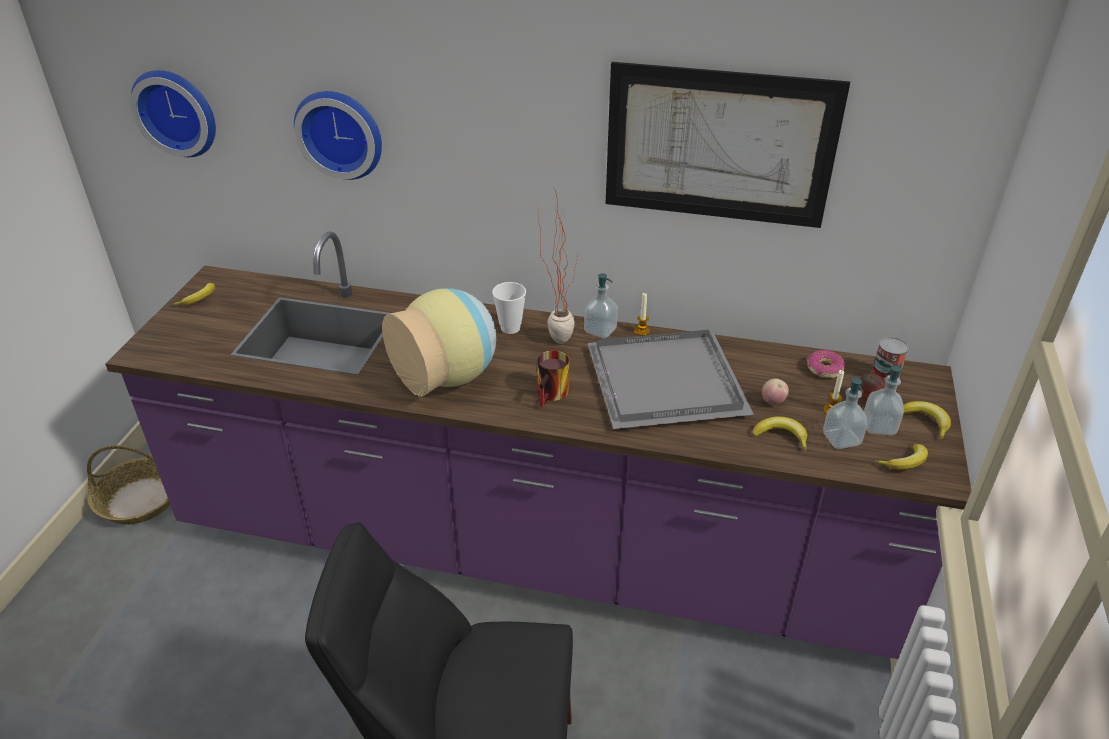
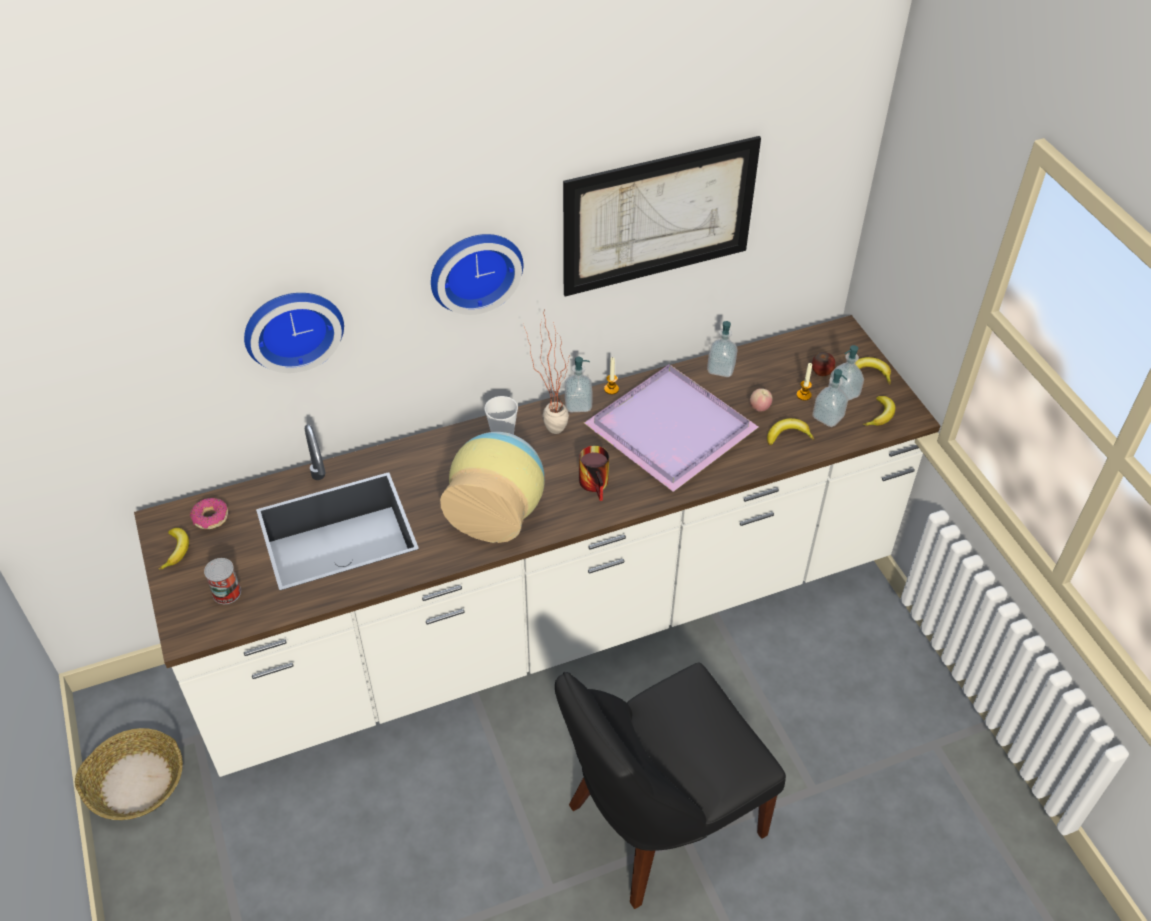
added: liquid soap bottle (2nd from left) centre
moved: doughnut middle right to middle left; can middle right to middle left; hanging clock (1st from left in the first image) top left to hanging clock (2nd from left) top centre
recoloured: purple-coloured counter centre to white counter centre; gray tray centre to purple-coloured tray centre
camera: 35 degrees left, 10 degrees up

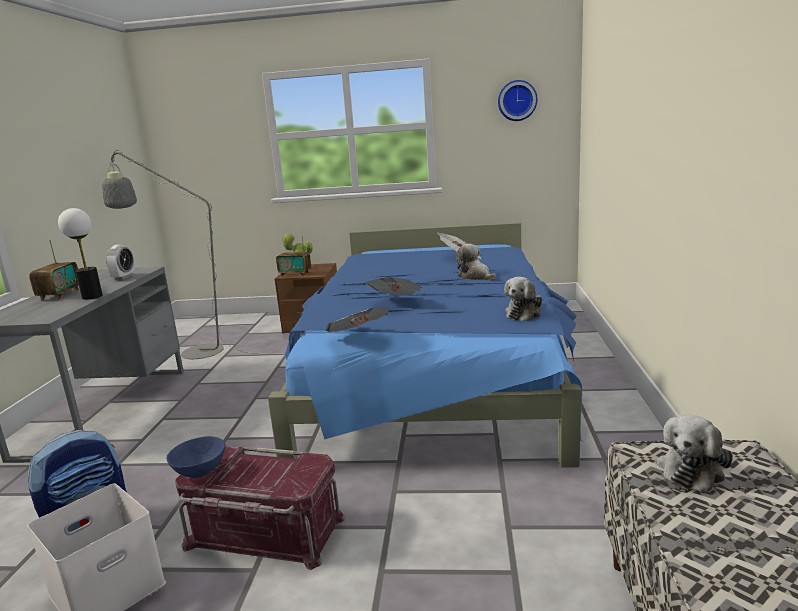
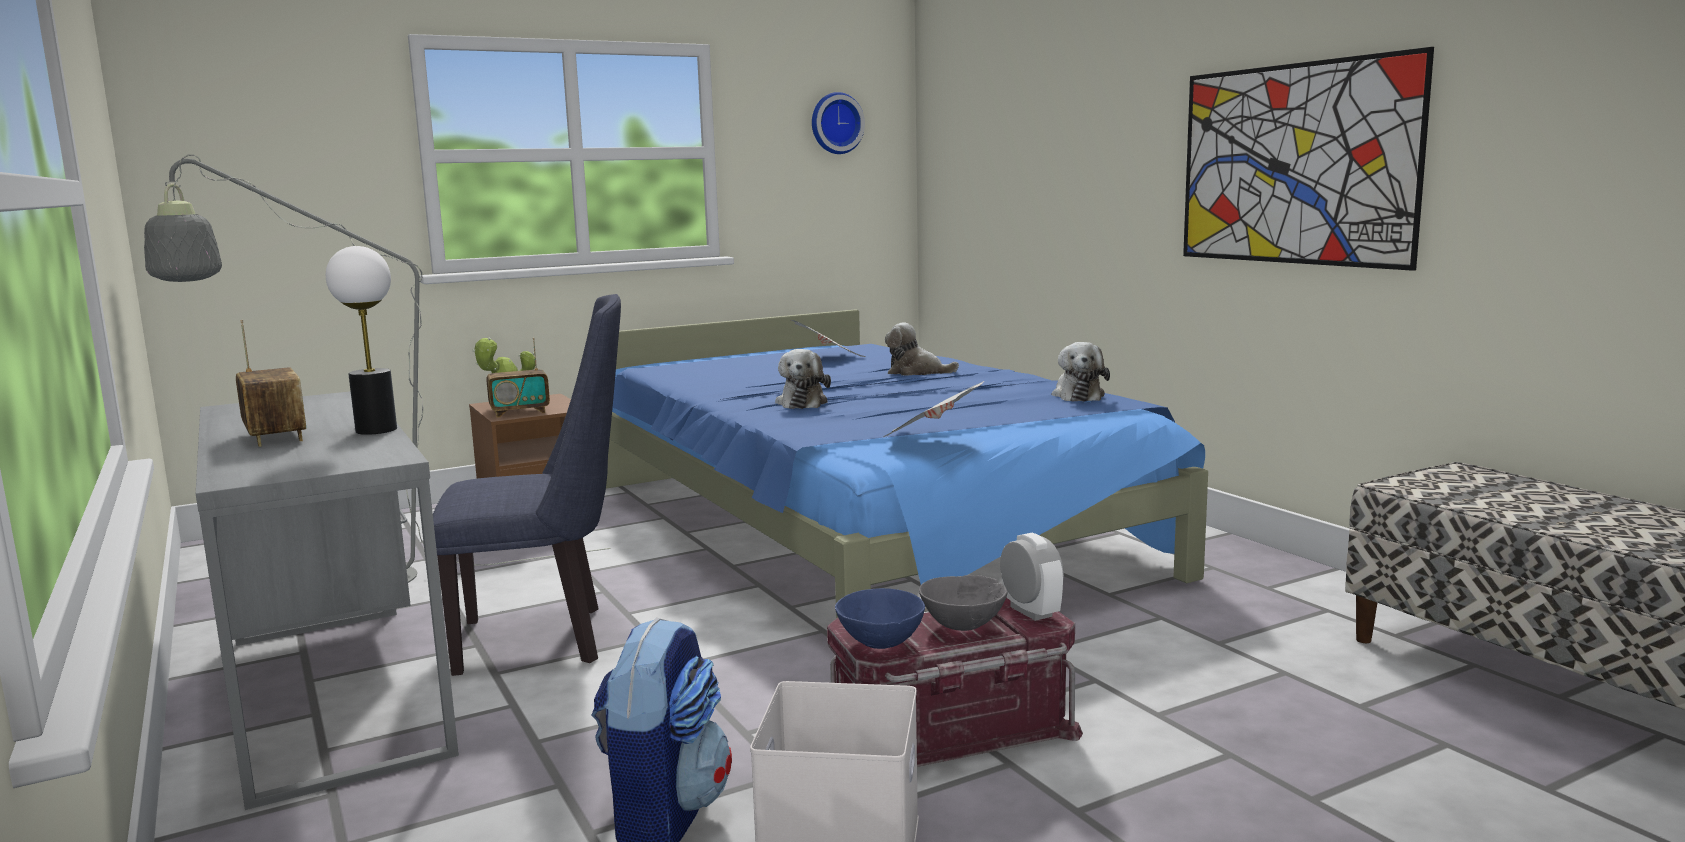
removed: newspaper (2nd from left) centre
added: blue-coloured upright chair middle left; gray deep dish bottom centre; wall art top right
moved: plush toy (3rd from left in the first image) bottom right to plush toy (1st from left) centre; alarm clock middle left to bottom centre
camera: 35 degrees left, 5 degrees down

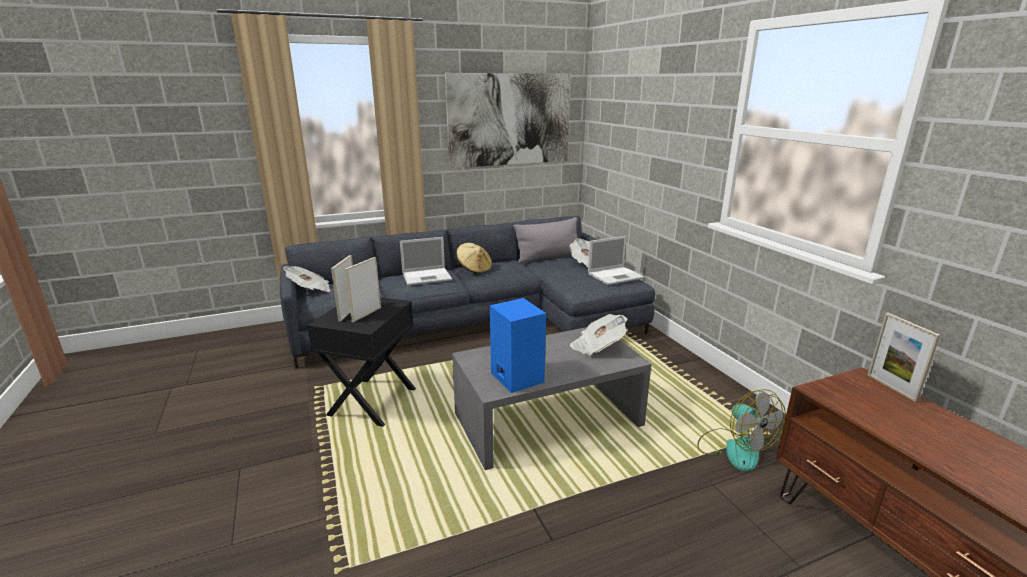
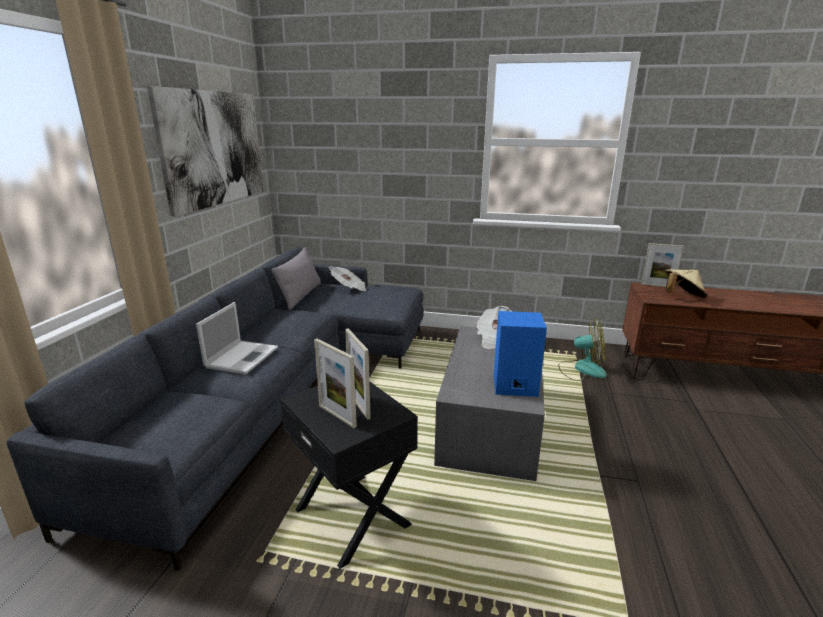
removed: newspaper (1st from left) middle left; laptop (2nd from left) centre
moved: beige wearable hat centre to middle right
camera: 55 degrees left, 0 degrees up

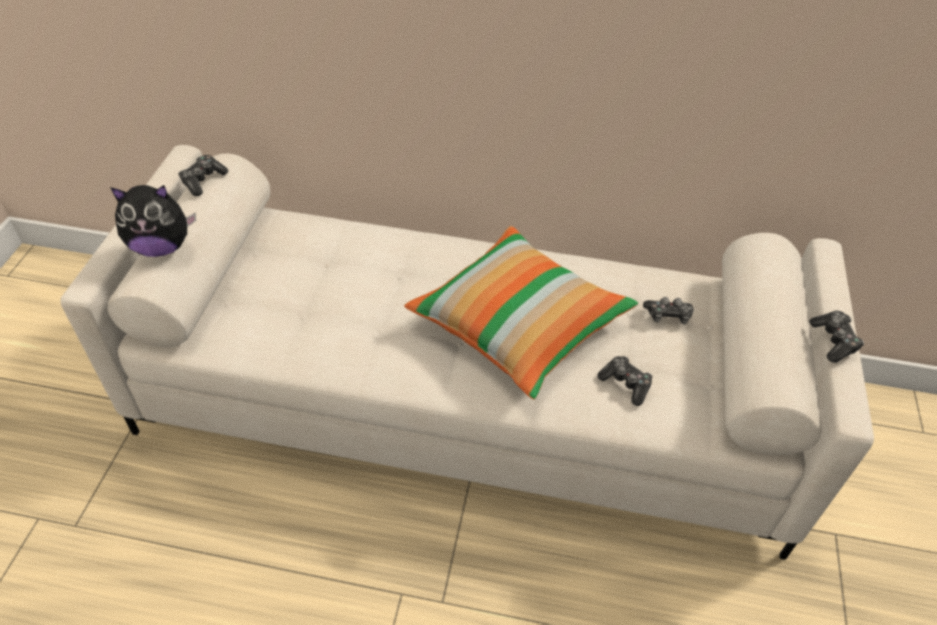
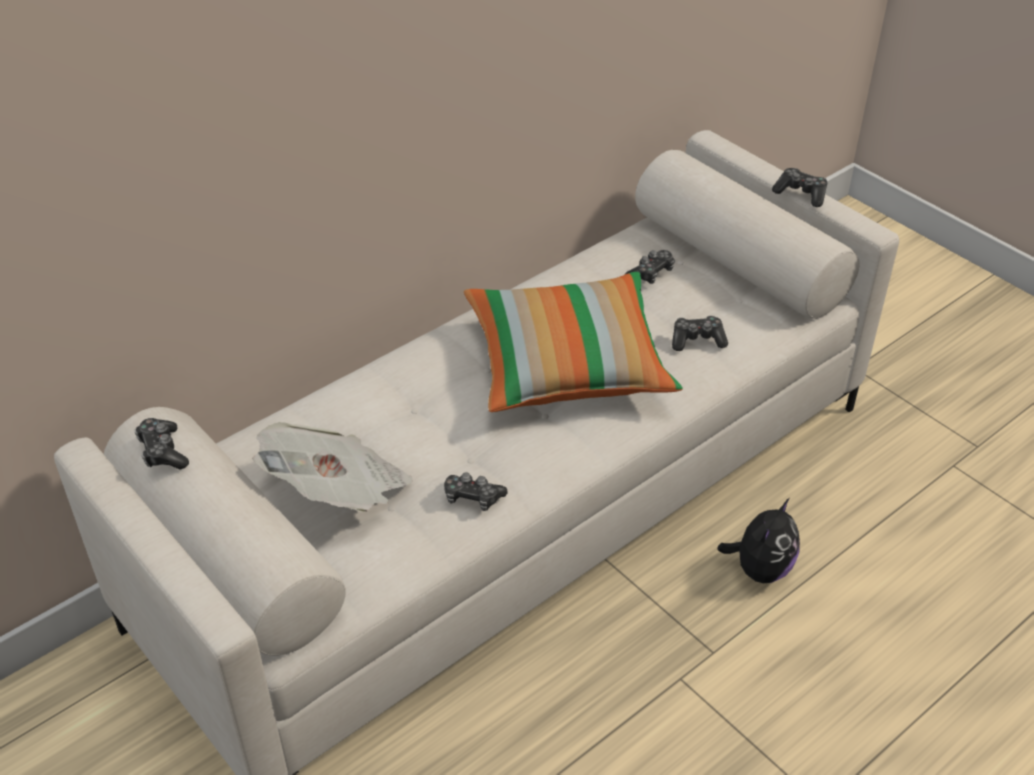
added: newspaper middle left; game controller (2nd from left) centre
moved: plush toy middle left to bottom right
camera: 50 degrees left, 5 degrees down

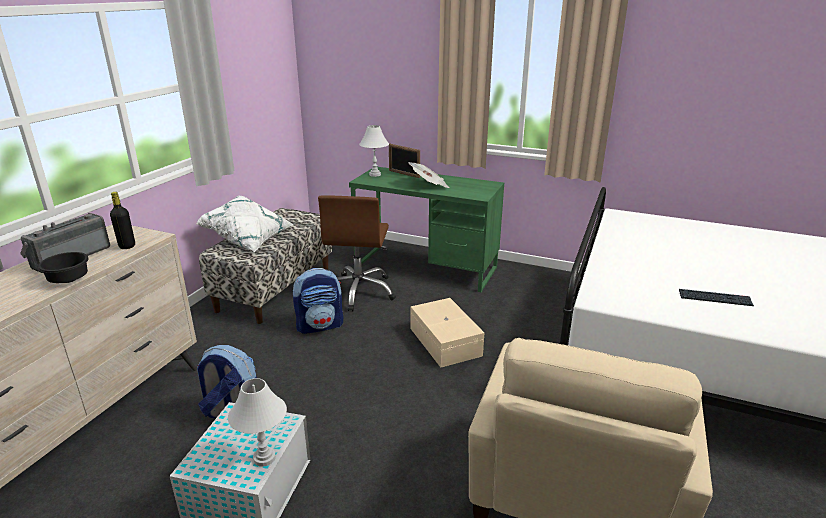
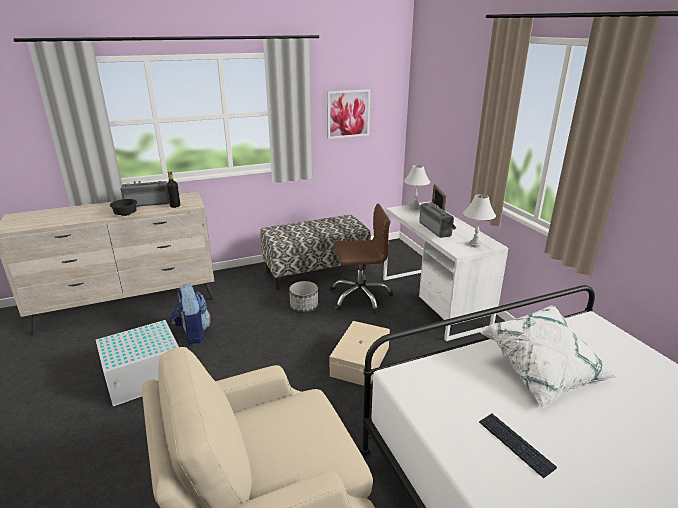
added: wall art top centre
moved: white table lamp (1st from left in the first image) bottom left to white table lamp (2nd from left) middle right; white cushion middle left to bottom right
replaced: knapsack (2nd from left) centre to planter centre; newspaper centre to radio set (2nd from left) centre
recoloured: green desk centre to white desk centre
turned: brown desk chair centre = centre 150 degrees counterclockwise
camera: 45 degrees right, 0 degrees up

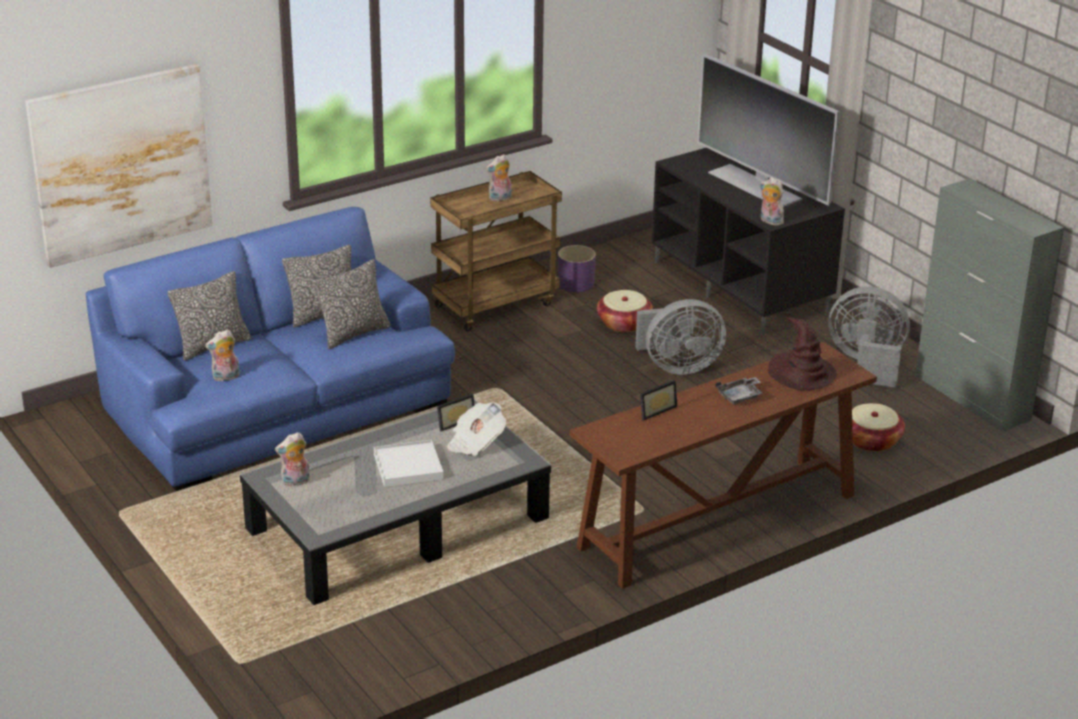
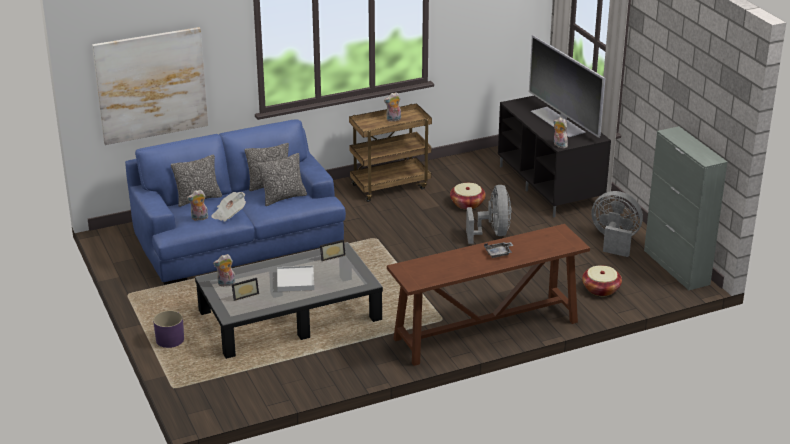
removed: brown wearable hat middle right
moved: purple-coloured planter centre to bottom left; newspaper centre to middle left; picture frame (2nd from left in the first image) centre to picture frame (1st from left) middle left
turned: gray fan (1st from left) centre = centre 90 degrees counterclockwise
camera: 10 degrees right, 0 degrees up

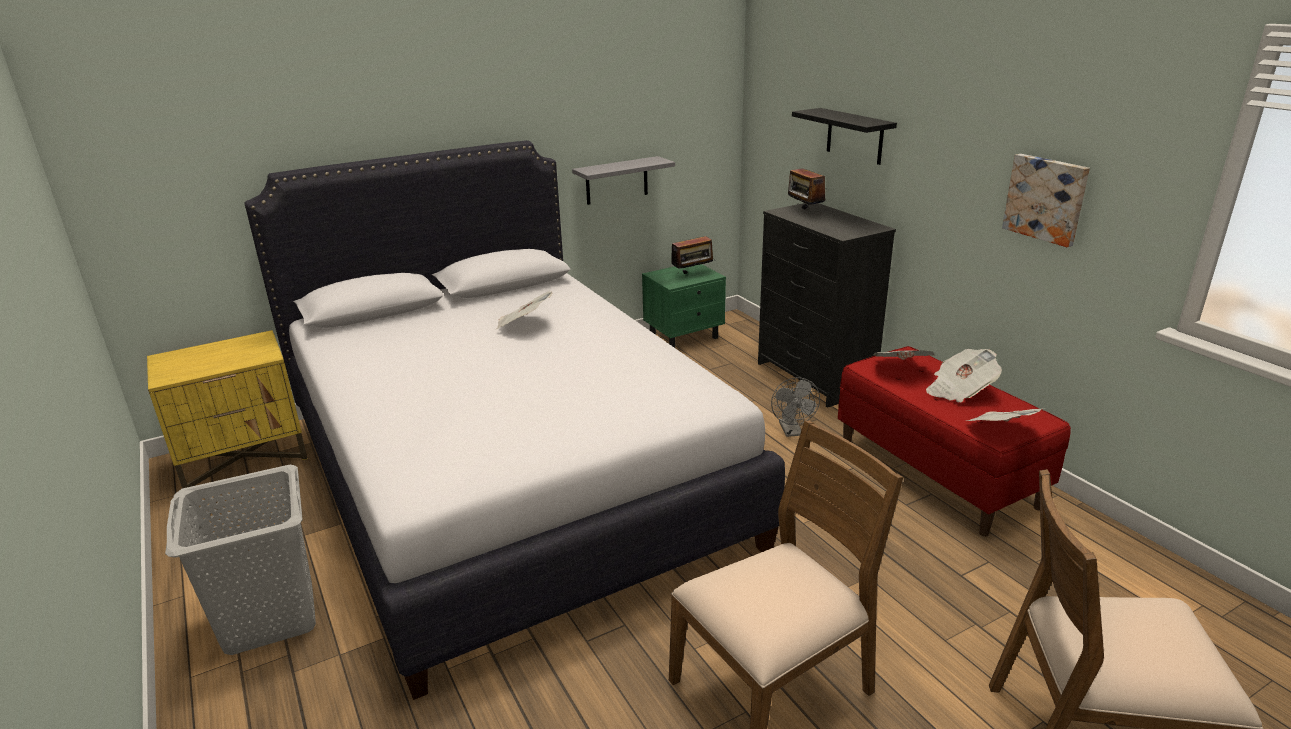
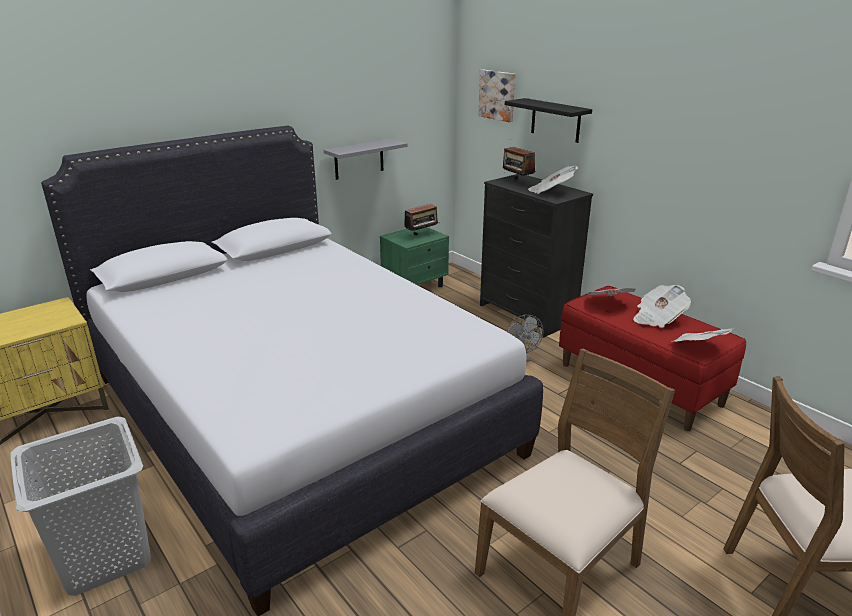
moved: wall art top right to top centre; newspaper (1st from left) centre to top centre
camera: 10 degrees left, 0 degrees up

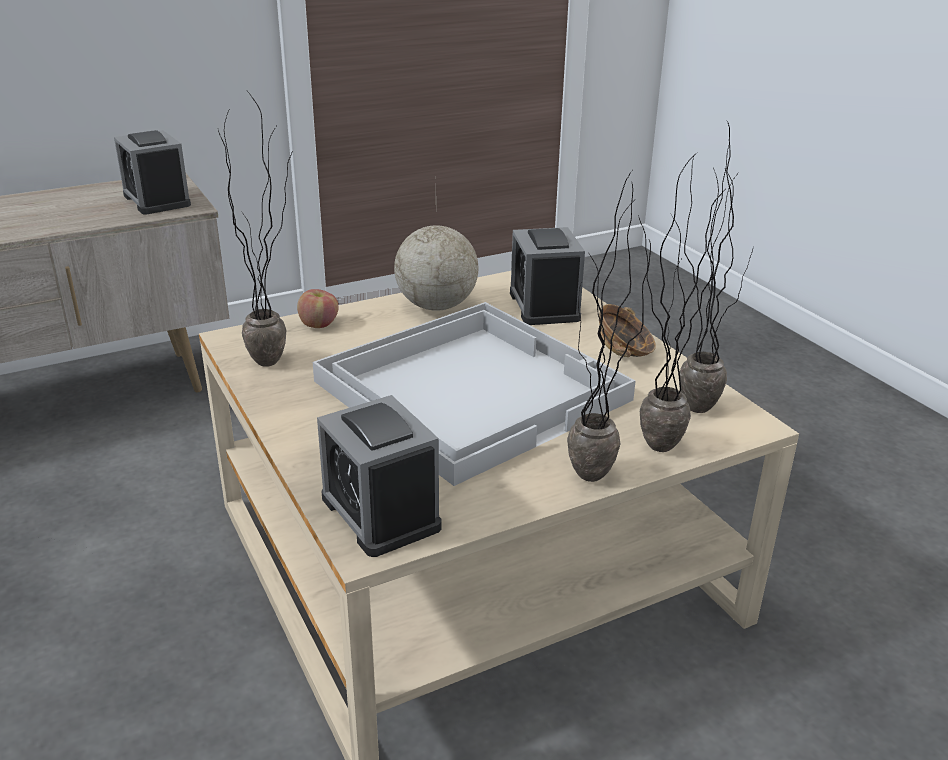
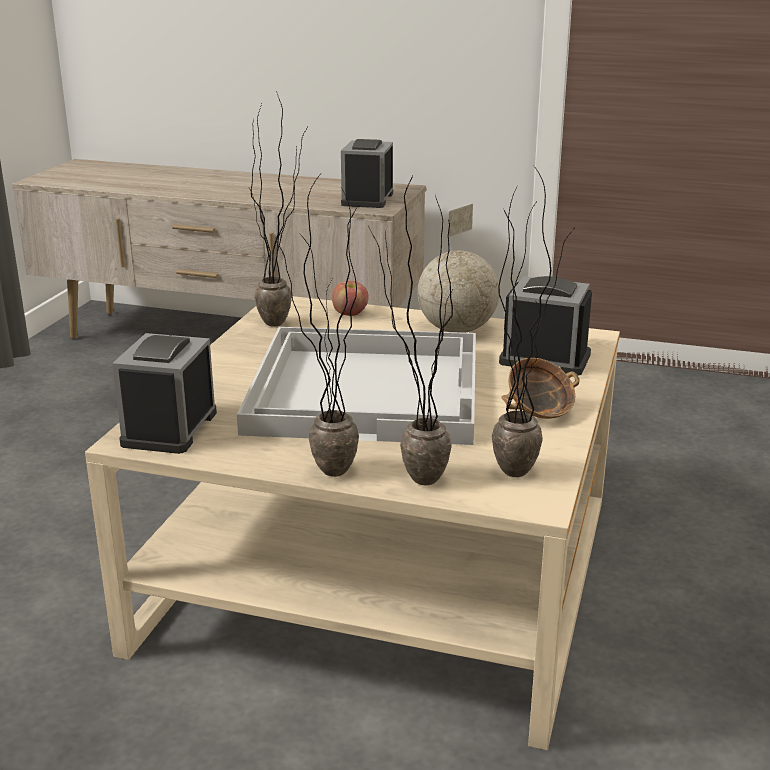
turned: alarm clock (3rd from left) centre = middle right 75 degrees clockwise
camera: 45 degrees right, 5 degrees down

